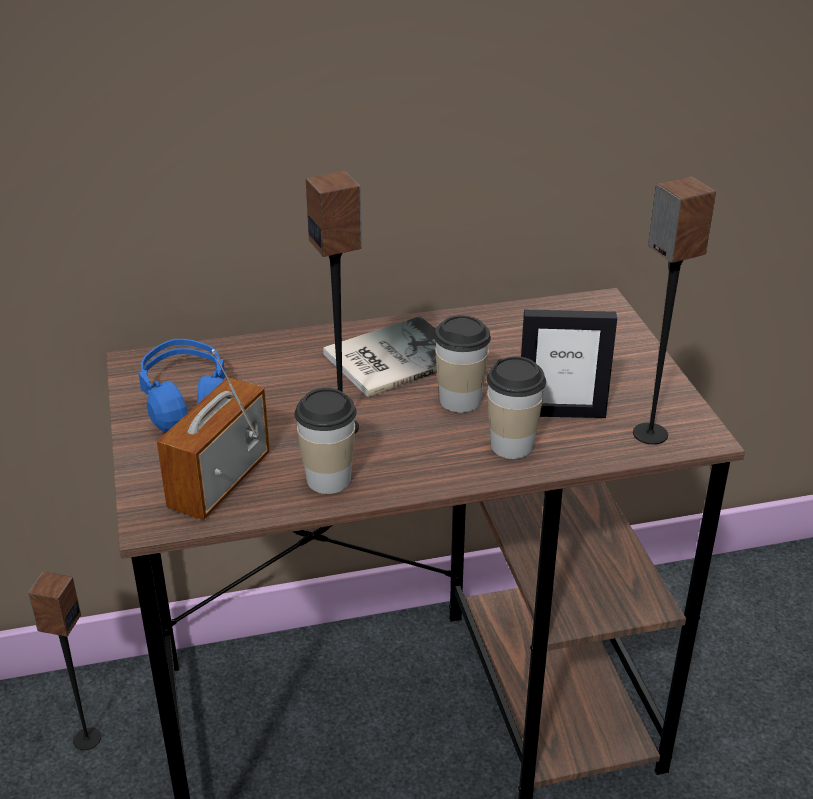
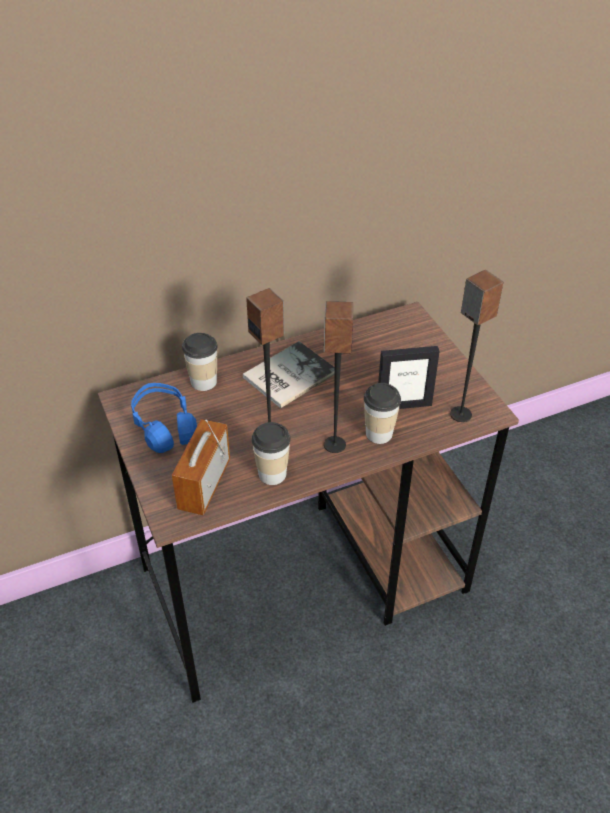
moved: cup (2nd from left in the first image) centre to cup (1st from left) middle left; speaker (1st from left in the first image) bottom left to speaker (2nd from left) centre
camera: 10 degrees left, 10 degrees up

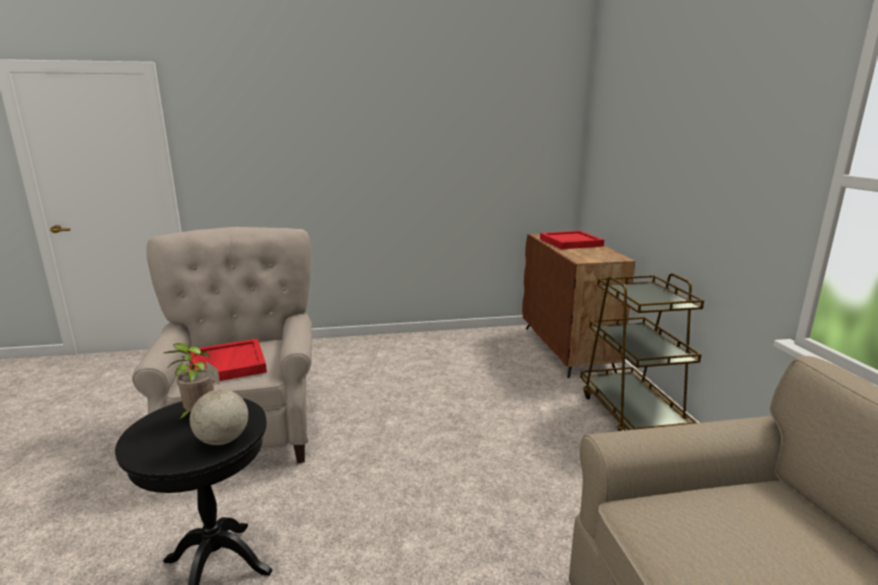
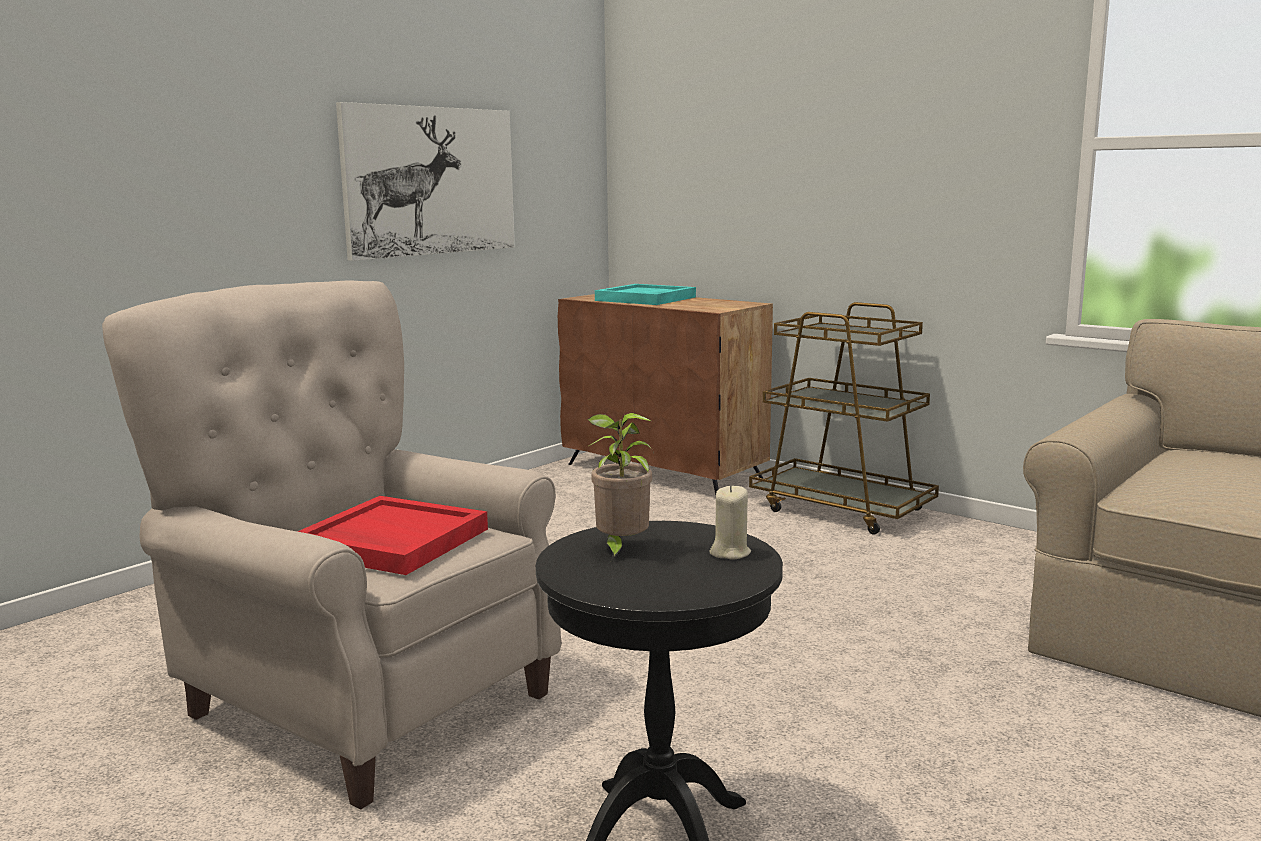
added: wall art top centre
replaced: desk globe bottom left to beige wax candle centre
recoloured: red tray (2nd from left) centre to turquoise tray centre
camera: 40 degrees left, 5 degrees down

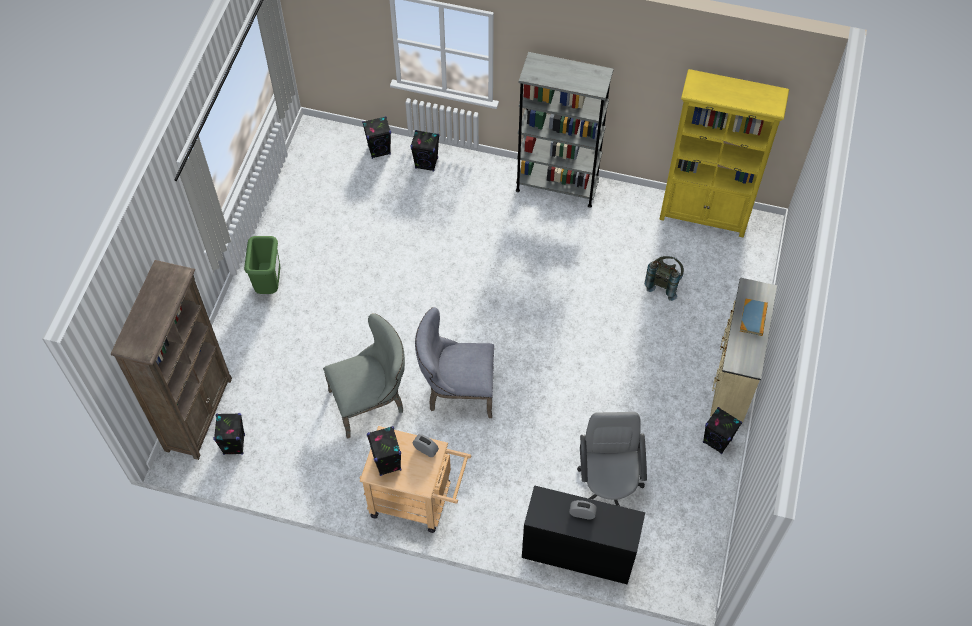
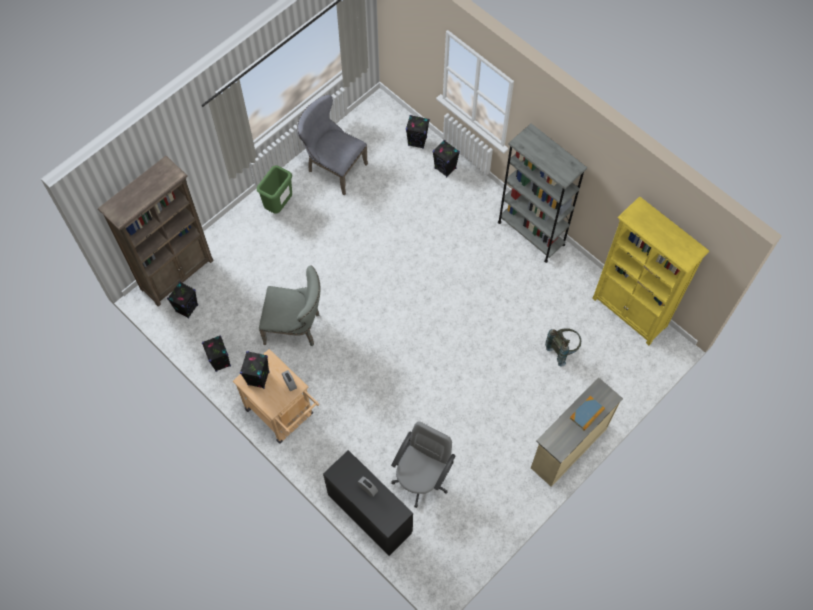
moved: black-coloured speaker (5th from left in the first image) bottom right to black-coloured speaker (2nd from left) middle left; gray upright chair (2nd from left) centre to top centre
camera: 30 degrees right, 5 degrees up

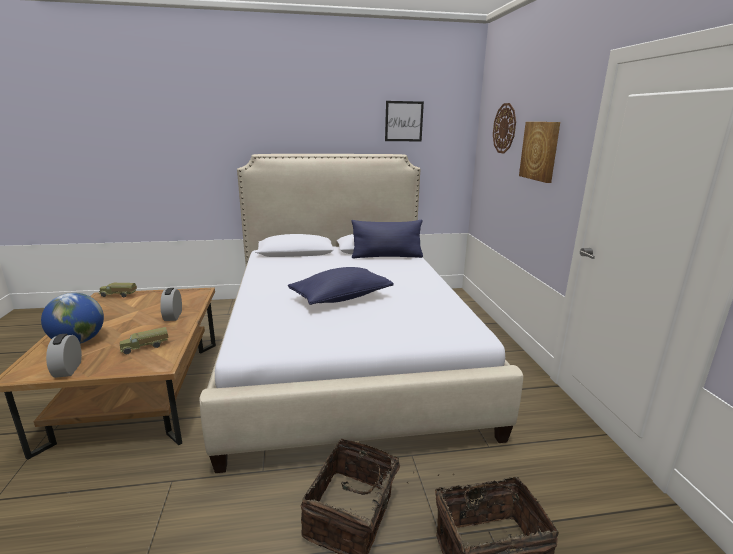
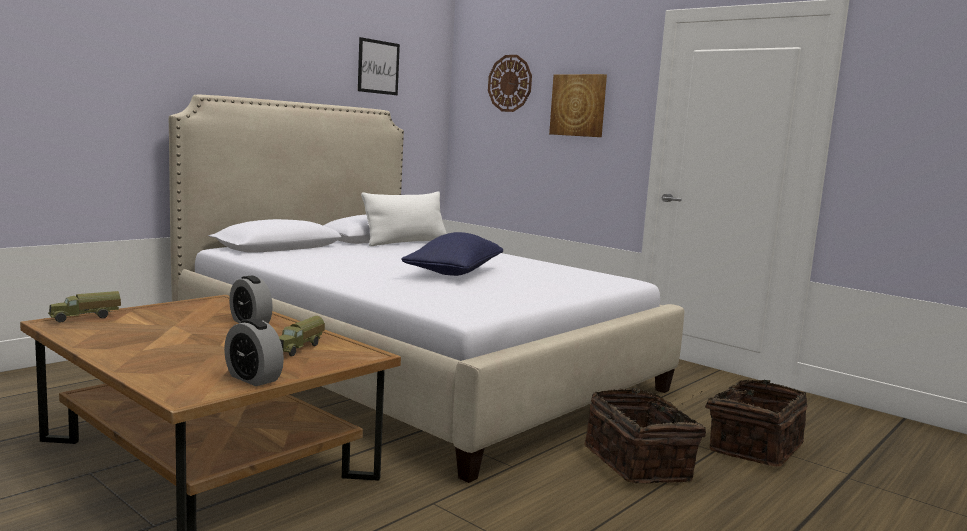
removed: desk globe middle left
recoloured: blue-coloured cushion (2nd from left) centre to white cushion centre
camera: 40 degrees left, 10 degrees down

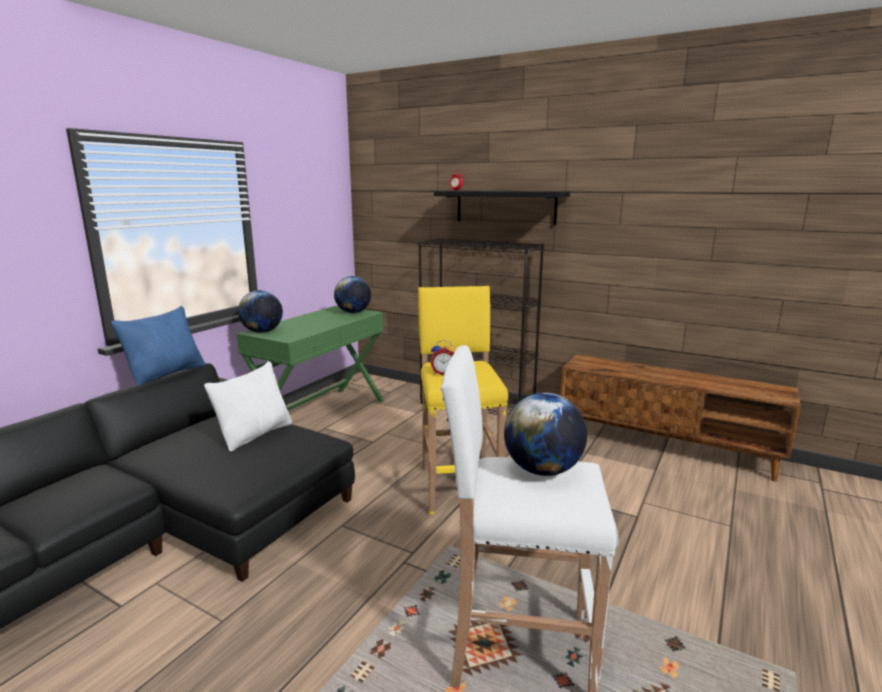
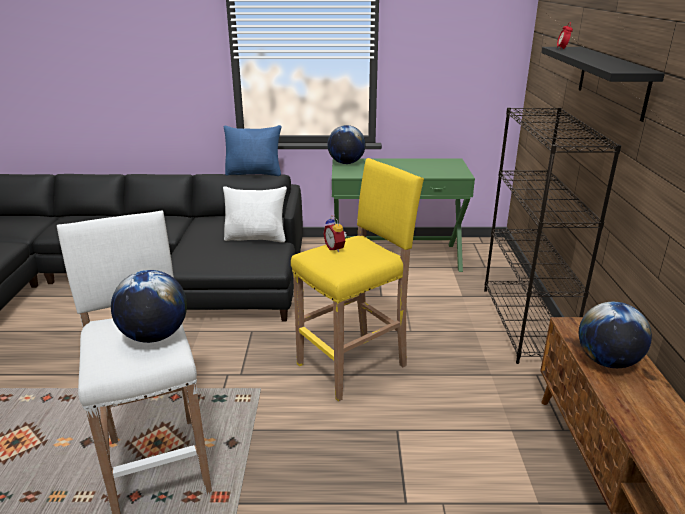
moved: desk globe (2nd from left in the first image) centre to desk globe (3rd from left) middle right
camera: 60 degrees right, 10 degrees up

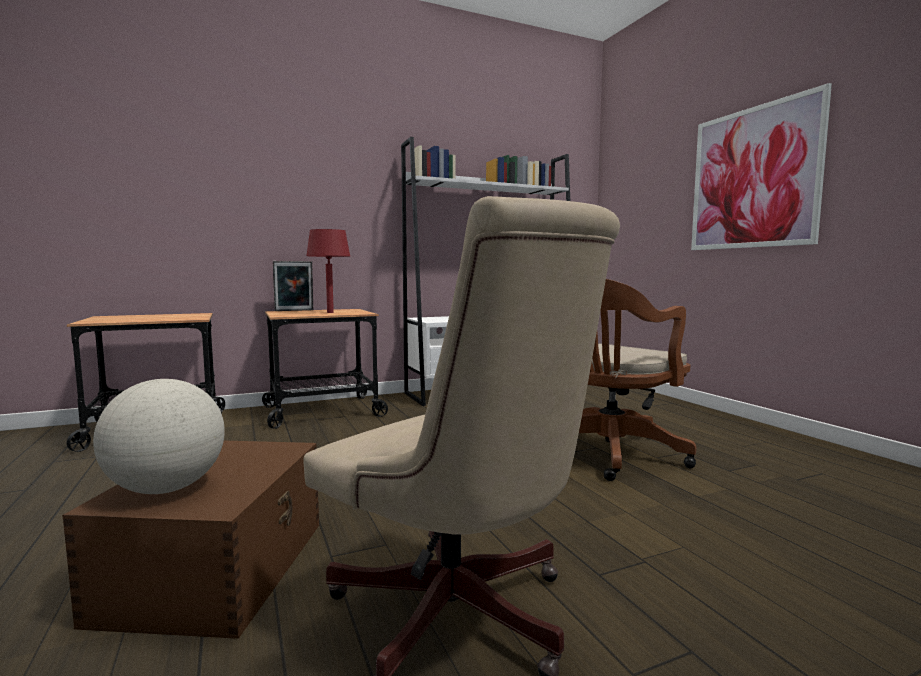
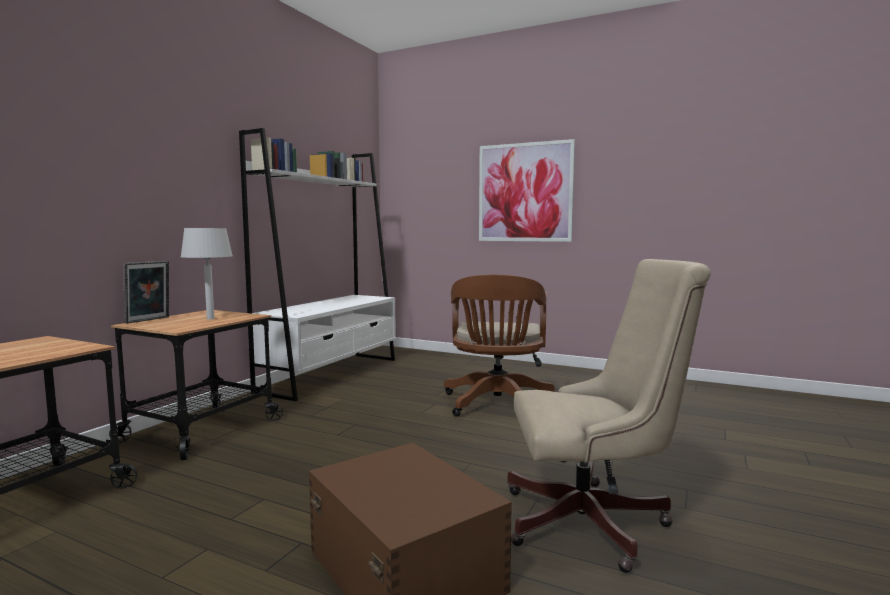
removed: desk globe middle left
recoloured: red table lamp centre to gray table lamp middle left
camera: 40 degrees left, 0 degrees up

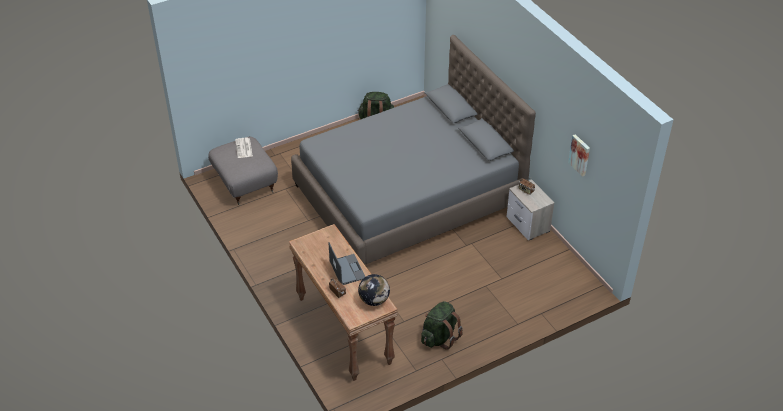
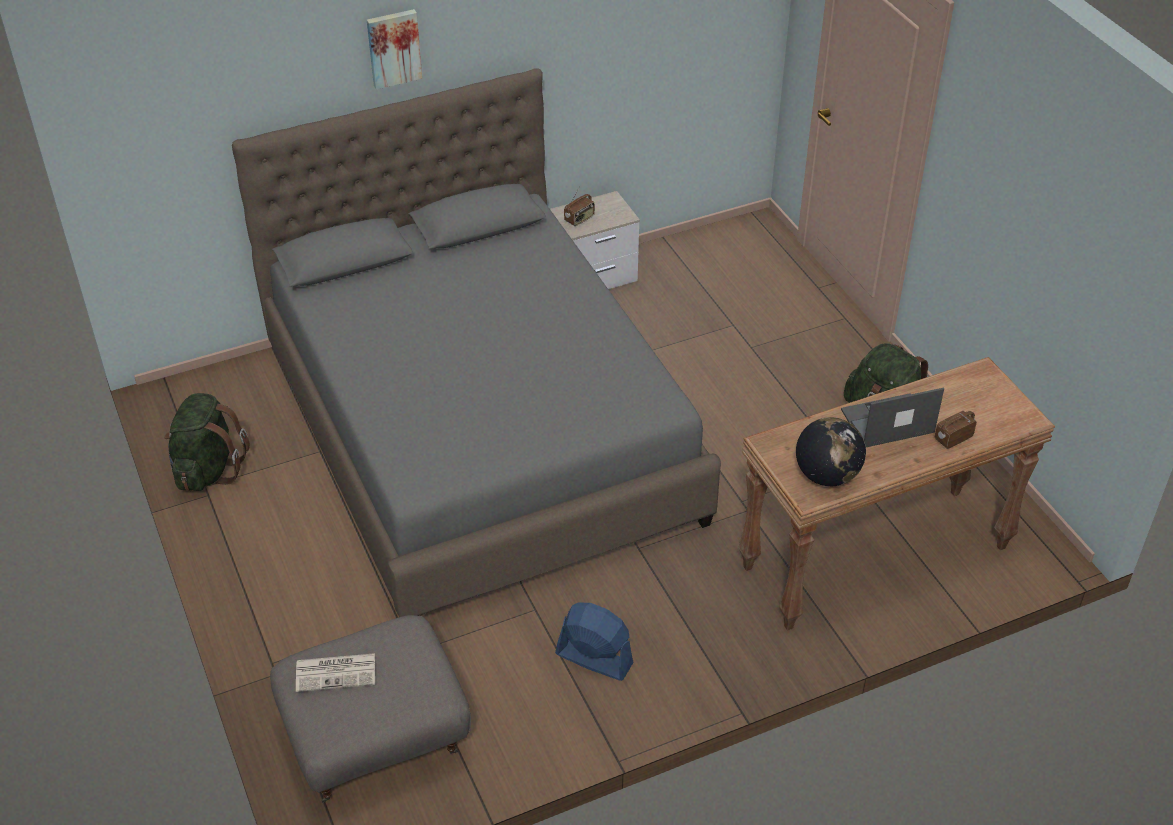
added: blue-coloured fan bottom centre
moved: wall art middle right to top centre; desk globe bottom centre to middle right
camera: 85 degrees left, 0 degrees up

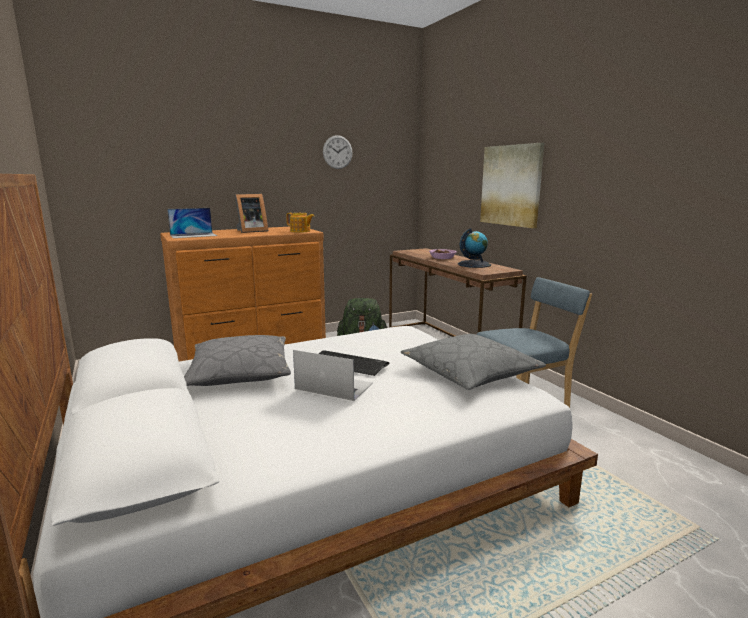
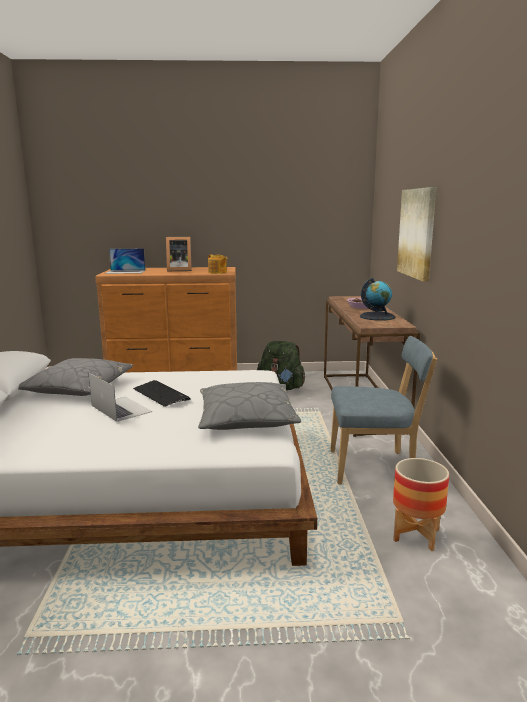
removed: hanging clock top centre
added: planter bottom right
camera: 25 degrees right, 0 degrees up

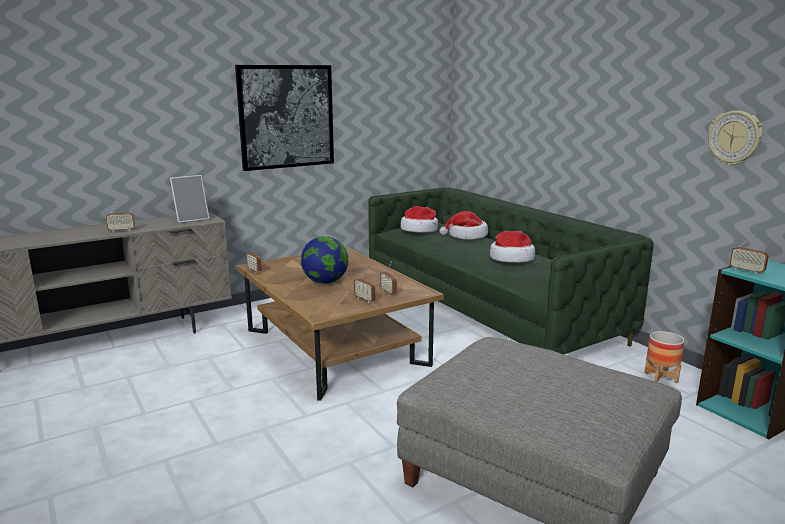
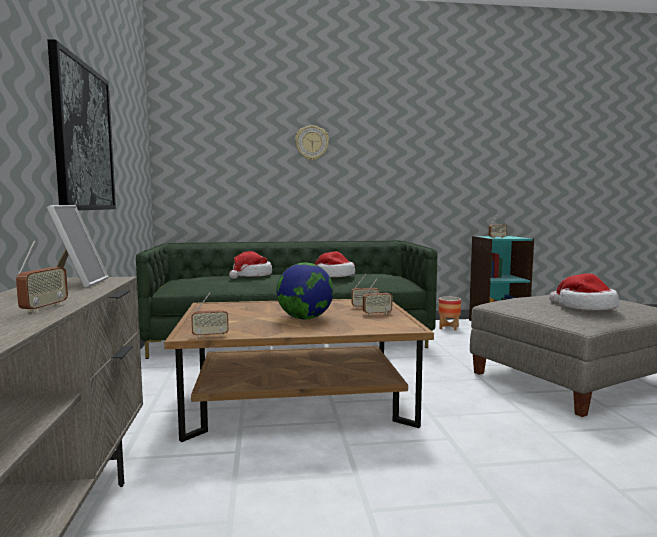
moved: hanging clock top right to top centre; wearable hat (1st from left in the first image) centre to wearable hat (3rd from left) middle right
camera: 65 degrees left, 10 degrees down

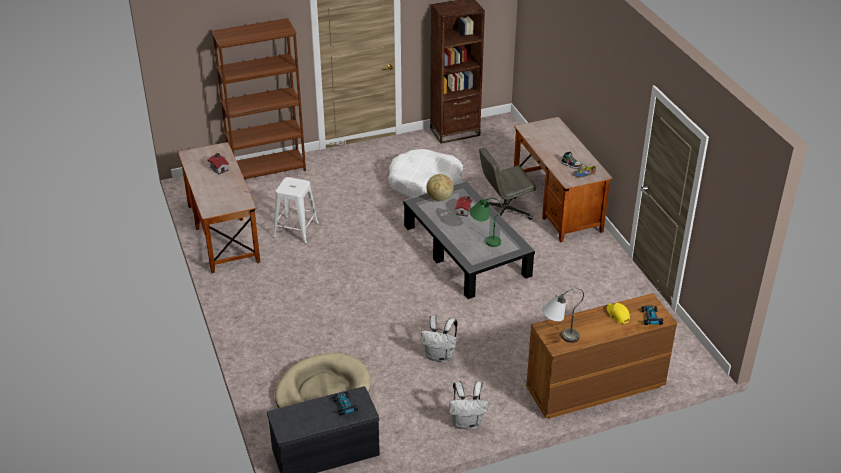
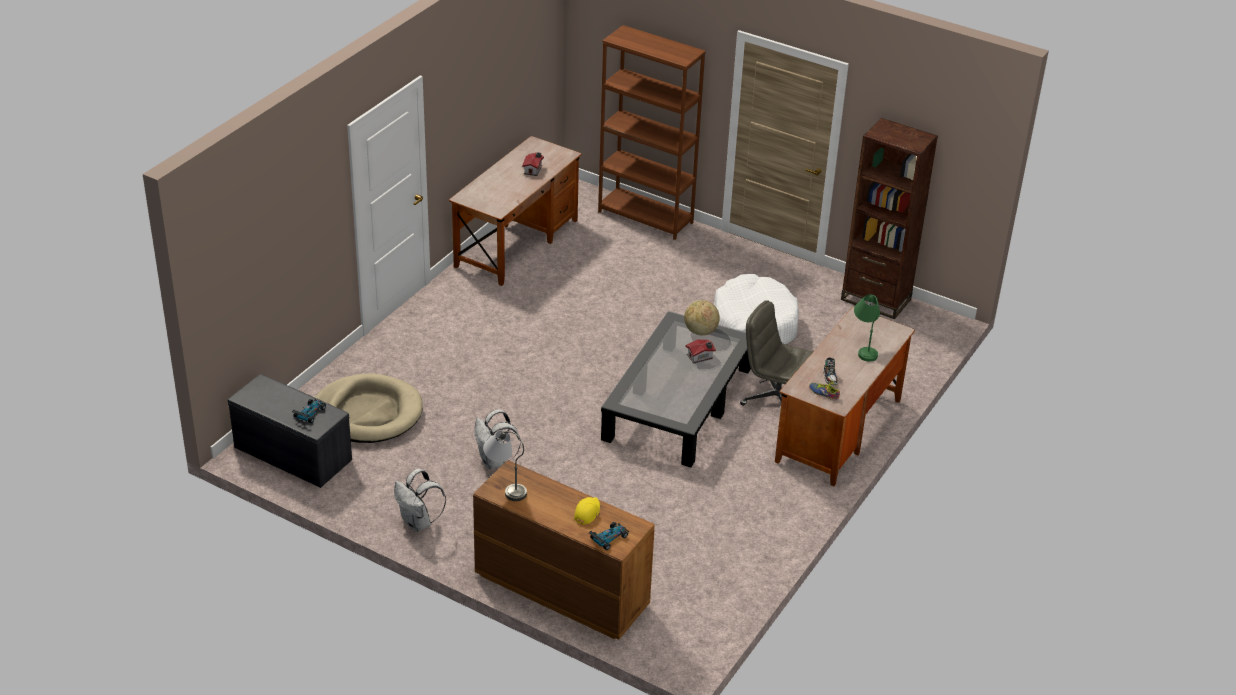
removed: white stool seat centre
moved: green table lamp centre to middle right
camera: 50 degrees right, 0 degrees up

